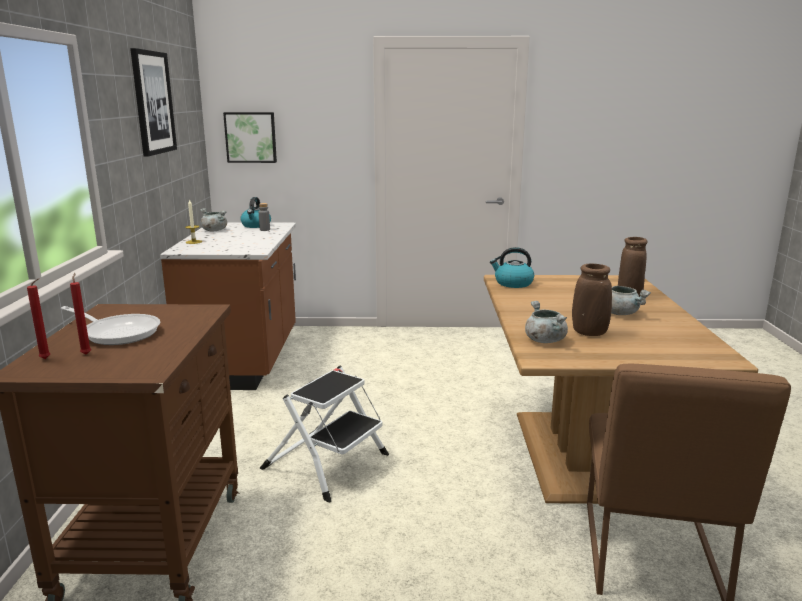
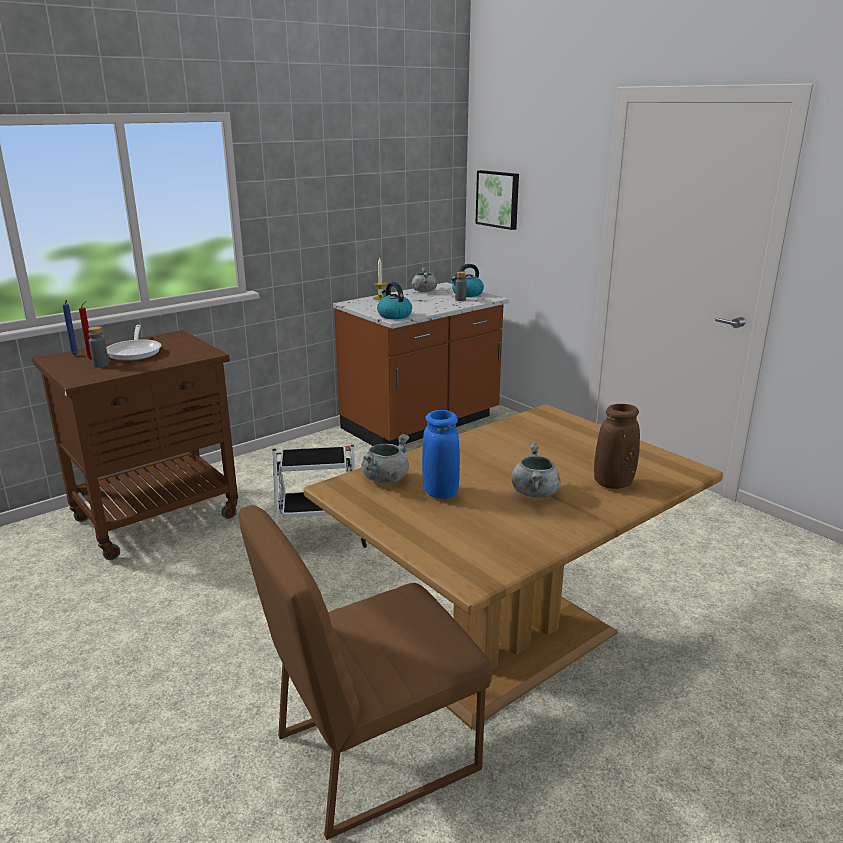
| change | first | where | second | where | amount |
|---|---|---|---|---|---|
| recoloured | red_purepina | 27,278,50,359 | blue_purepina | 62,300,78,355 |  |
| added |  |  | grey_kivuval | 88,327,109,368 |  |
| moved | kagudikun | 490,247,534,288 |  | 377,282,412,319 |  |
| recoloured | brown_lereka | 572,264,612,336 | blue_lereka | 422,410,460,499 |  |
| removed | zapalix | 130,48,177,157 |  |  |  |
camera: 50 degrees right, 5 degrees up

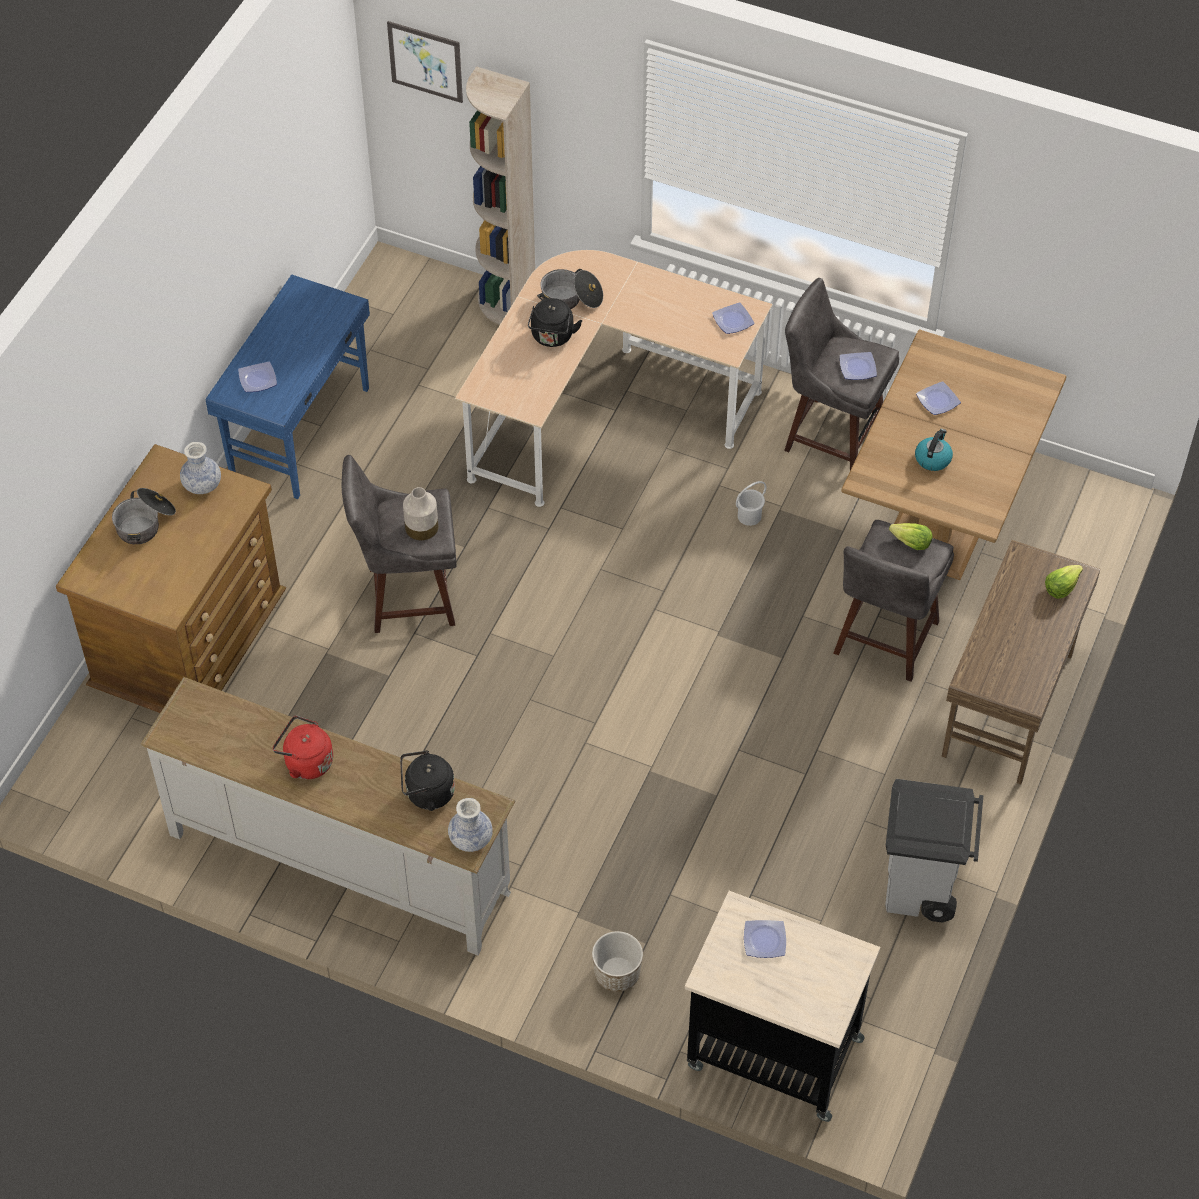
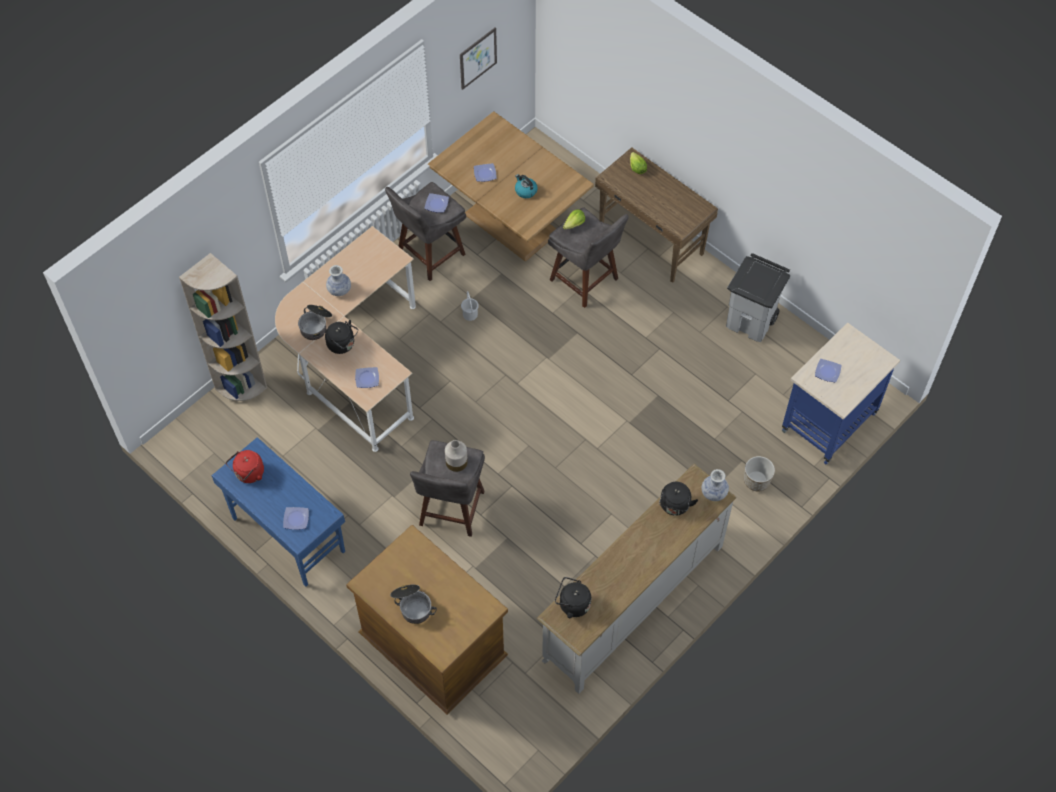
| change | first | where | second | where | amount |
|---|---|---|---|---|---|
| moved | red_kagudikun | 273,716,333,779 |  | 226,450,264,483 |  |
| moved | lereka | 180,442,221,494 |  | 326,265,351,296 |  |
| moved | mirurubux | 712,302,754,334 |  | 355,367,379,388 |  |
| moved | zapalix | 387,21,463,103 |  | 460,27,497,90 |  |
| added |  |  | black_kagudikun | 555,577,591,618 |  |
| recoloured | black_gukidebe | 685,891,880,1122 | blue_gukidebe | 781,322,900,465 |  |
camera: 70 degrees left, 5 degrees up

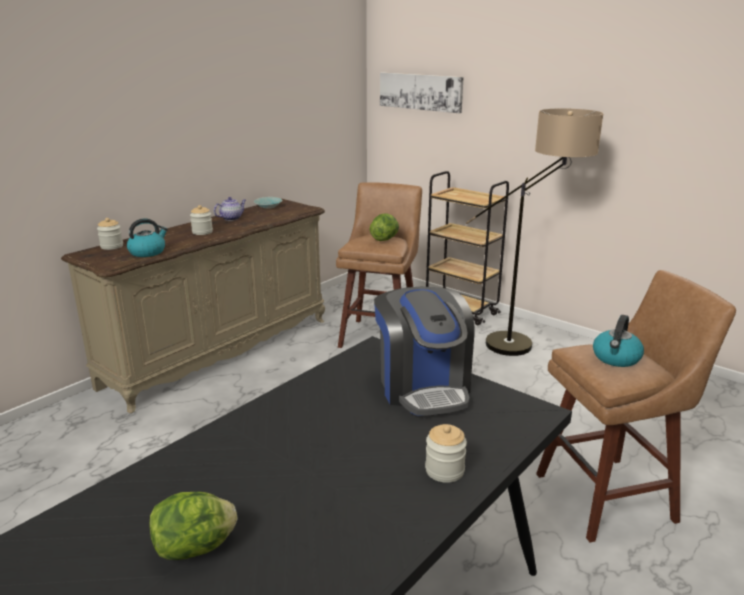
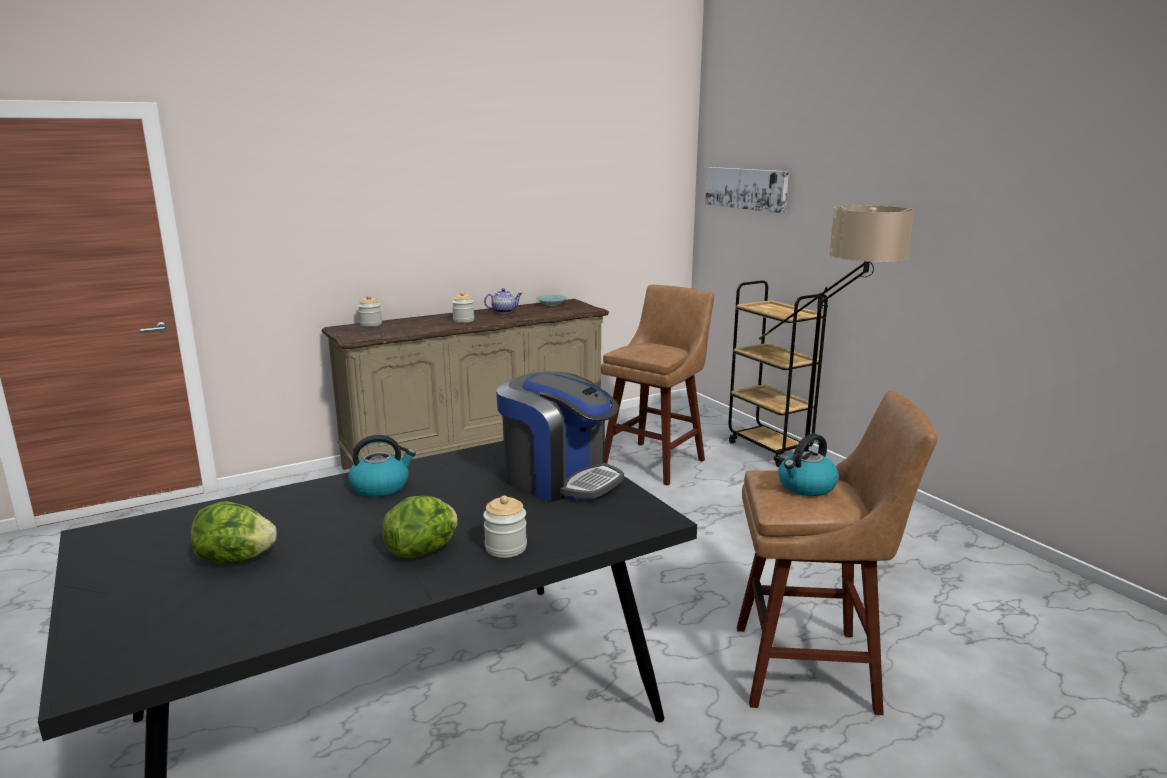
| change | first | where | second | where | amount |
|---|---|---|---|---|---|
| moved | kagudikun | 127,218,168,257 |  | 348,435,416,497 |  |
| moved | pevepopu | 370,213,399,241 |  | 382,496,458,558 |  |
| turned | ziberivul | 374,287,474,416 |  | 496,371,624,502 | 60 degrees counterclockwise |
camera: 20 degrees right, 5 degrees down

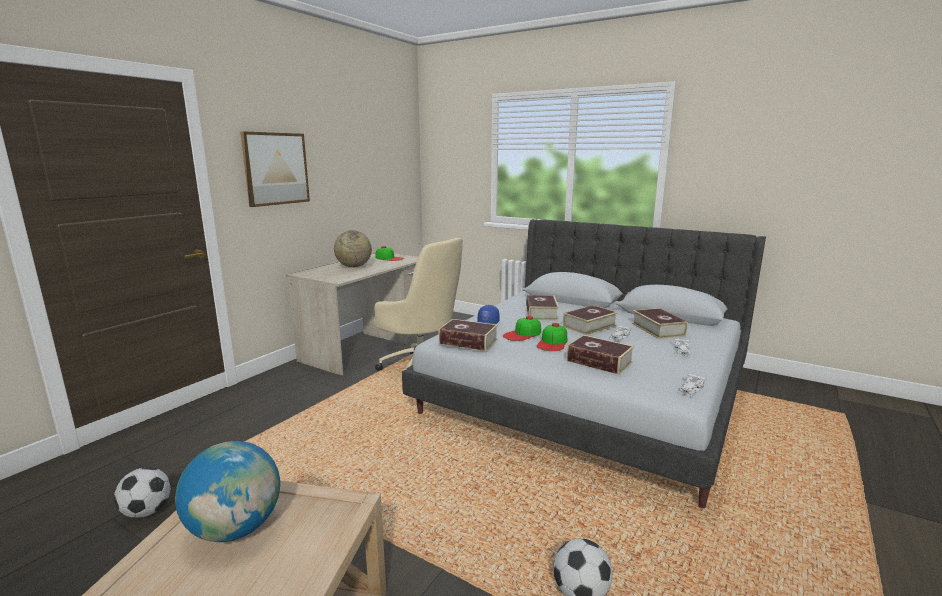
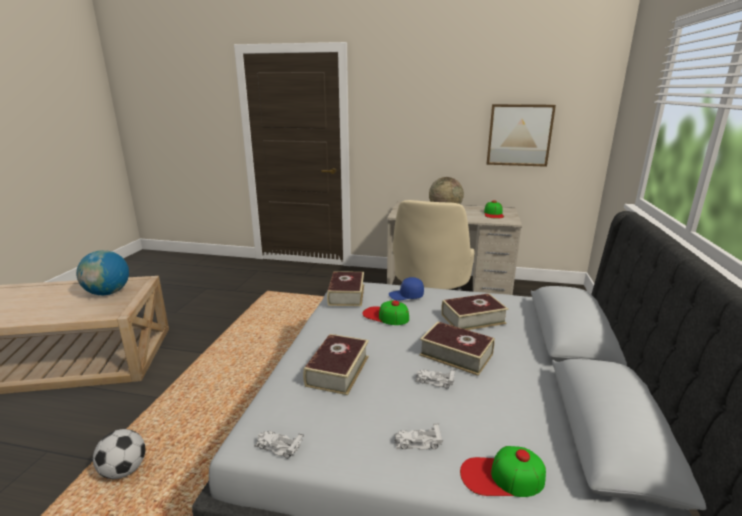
| change | first | where | second | where | amount |
|---|---|---|---|---|---|
| moved | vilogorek | 537,323,567,351 |  | 460,446,546,497 |  |
| moved | zapalix | 240,131,310,207 |  | 487,104,556,167 |  |
| removed | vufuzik | 114,467,171,518 |  |  |  |
| removed | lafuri | 632,308,688,339 |  |  |  |
camera: 70 degrees right, 5 degrees up

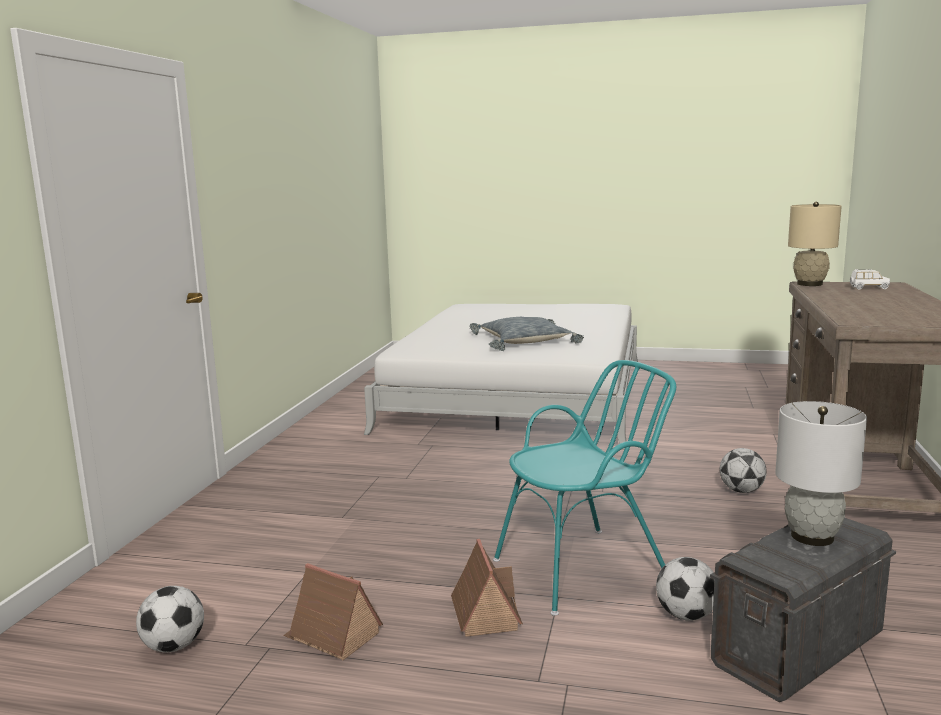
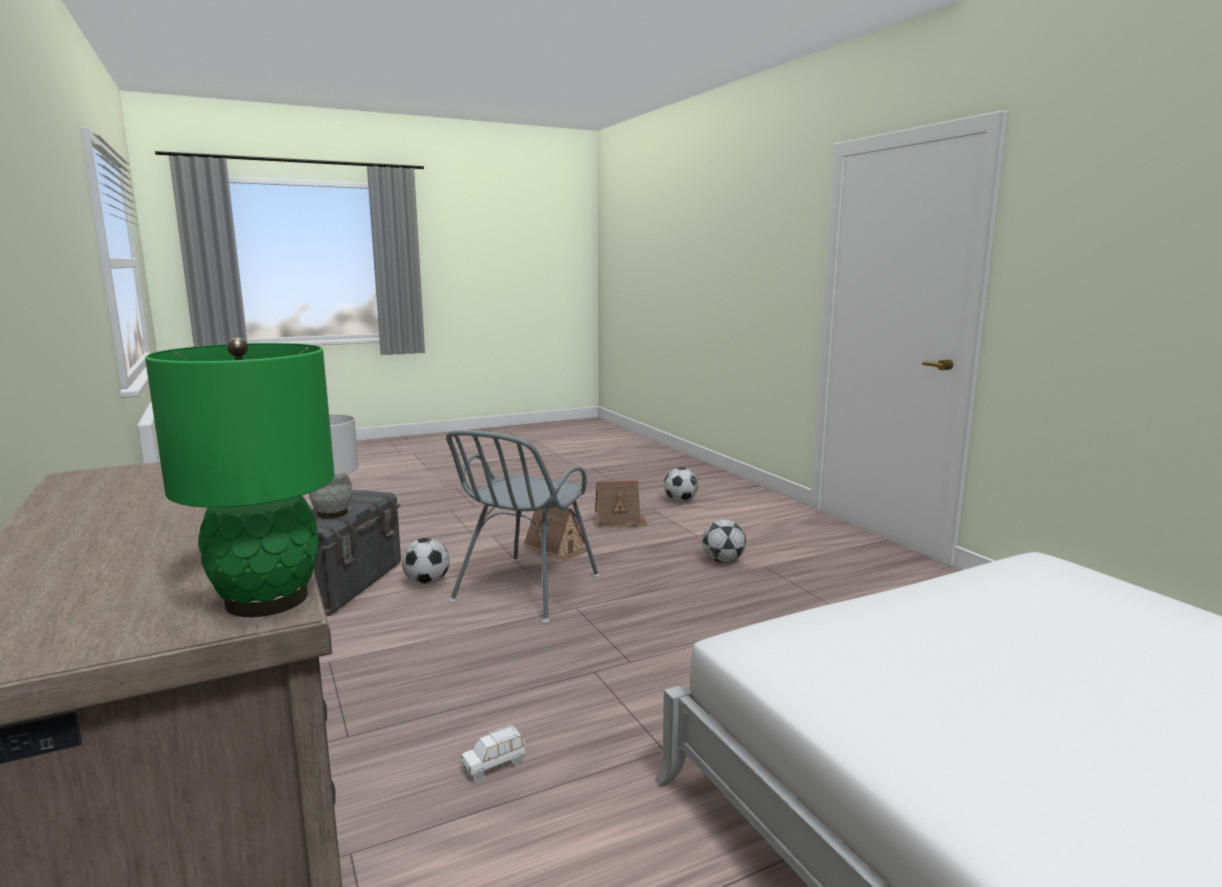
| change | first | where | second | where | amount |
|---|---|---|---|---|---|
| recoloured | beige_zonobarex | 788,202,842,286 | green_zonobarex | 145,338,334,617 |  |
| recoloured | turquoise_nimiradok | 493,360,676,616 | grey_nimiradok | 446,430,599,623 |  |
| moved | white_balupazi | 850,269,890,289 |  | 462,725,525,782 |  |
| moved | vufuzik | 720,448,766,493 |  | 702,520,746,563 |  |
| removed | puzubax | 470,317,584,351 |  |  |  |
camera: 140 degrees right, 0 degrees up

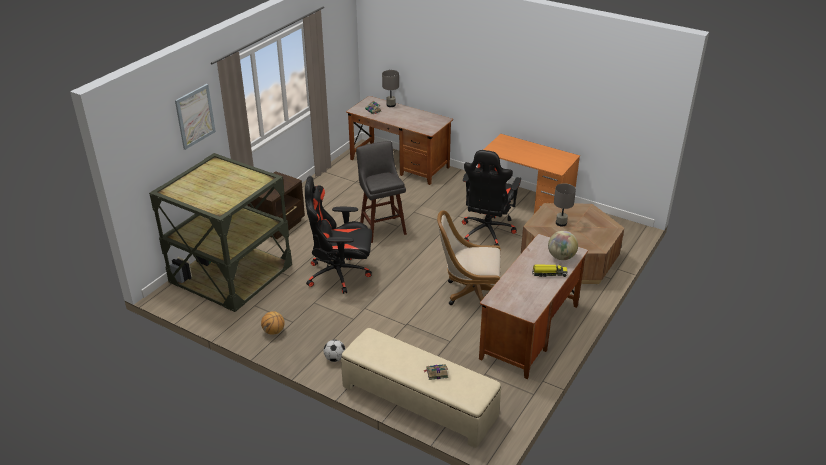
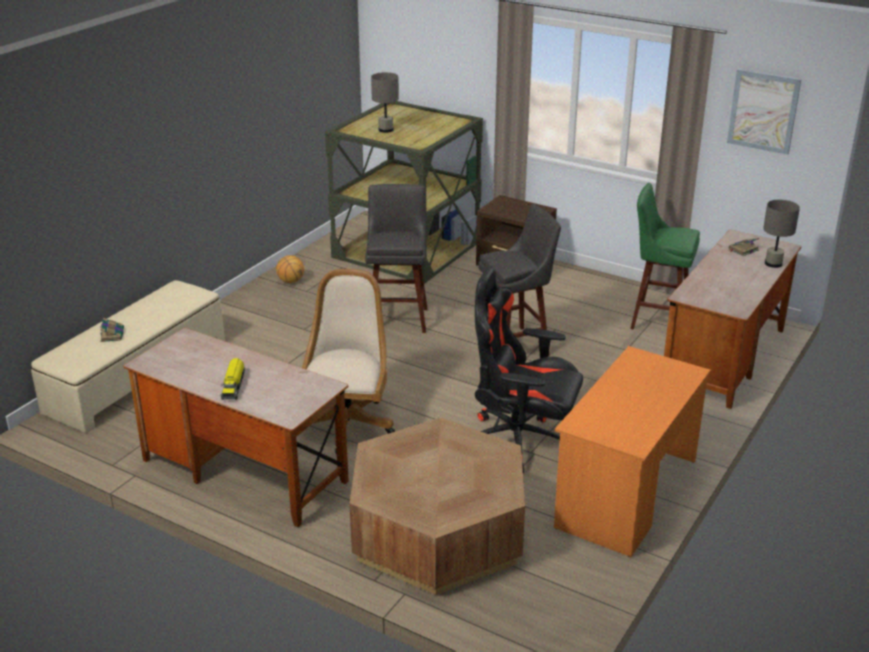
| change | first | where | second | where | amount |
|---|---|---|---|---|---|
| replaced | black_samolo | 305,176,372,294 | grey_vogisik | 365,184,428,333 |  |
| moved | grey_zonobarex | 554,183,576,227 |  | 371,72,399,133 |  |
| added |  |  | green_vogisik | 630,183,700,329 |  |
| moved | zapalix | 175,84,216,150 |  | 727,69,801,155 |  |
| removed | vufuzik | 324,340,345,362 |  |  |  |
| removed | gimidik | 548,231,578,260 |  |  |  |
camera: 90 degrees right, 5 degrees down

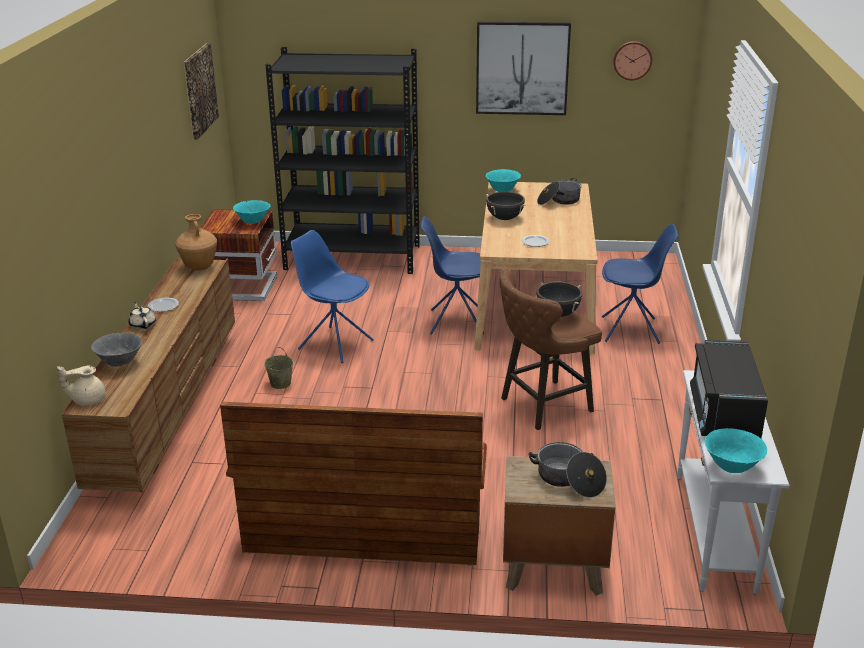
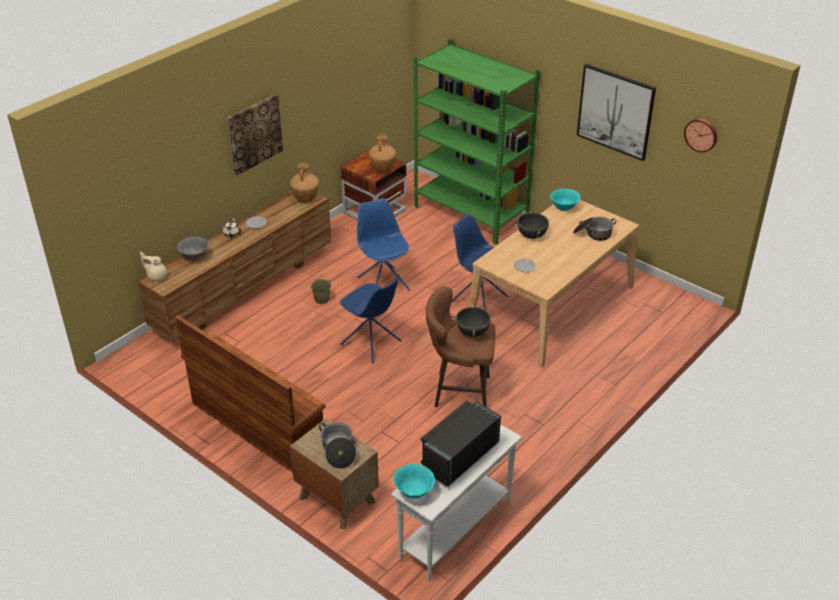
| change | first | where | second | where | amount |
|---|---|---|---|---|---|
| moved | zapalix | 184,43,219,140 |  | 227,94,283,175 |  |
| moved | blue_nimiradok | 602,224,679,344 |  | 340,276,402,363 |  |
| replaced | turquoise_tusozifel | 233,200,270,224 | brown_lereka | 368,134,396,173 |  |
| recoloured | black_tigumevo | 266,47,420,274 | green_tigumevo | 414,39,540,245 |  |
camera: 35 degrees right, 10 degrees up

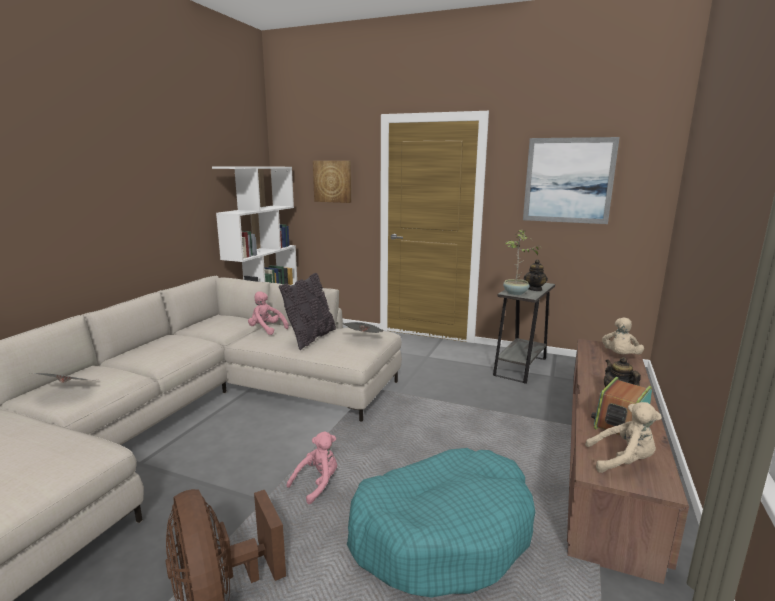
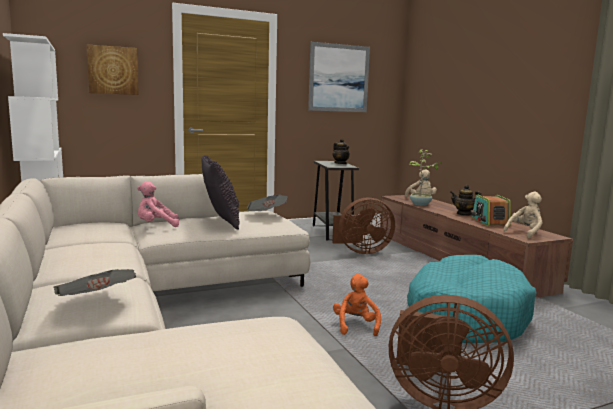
| change | first | where | second | where | amount |
|---|---|---|---|---|---|
| added |  |  | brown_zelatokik | 332,197,395,254 |  |
| recoloured | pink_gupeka | 286,431,337,504 | orange_gupeka | 333,274,381,336 |  |
| moved | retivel | 503,230,538,295 |  | 410,150,442,206 |  |
camera: 45 degrees left, 5 degrees down

